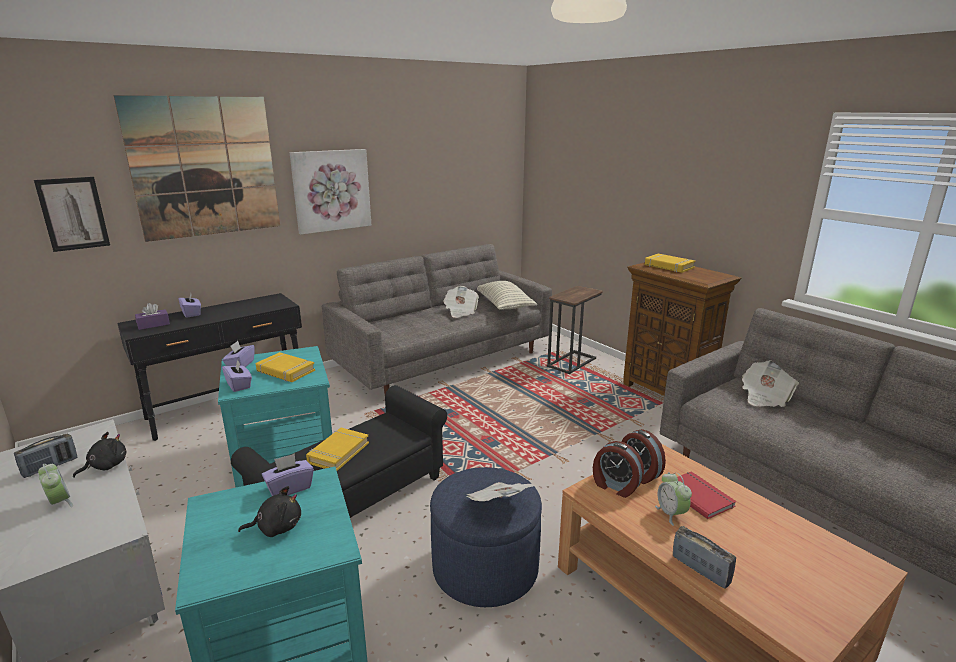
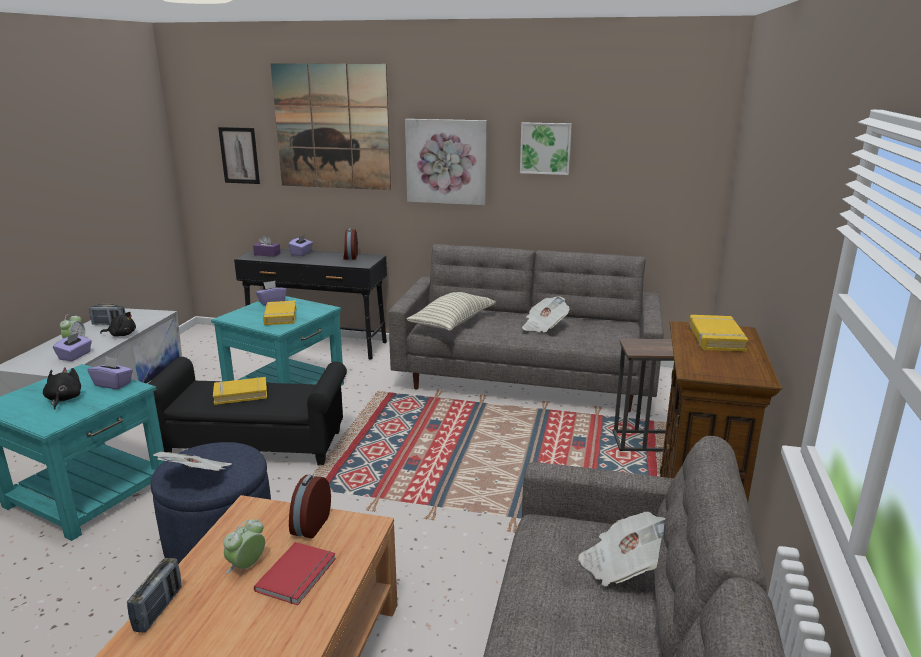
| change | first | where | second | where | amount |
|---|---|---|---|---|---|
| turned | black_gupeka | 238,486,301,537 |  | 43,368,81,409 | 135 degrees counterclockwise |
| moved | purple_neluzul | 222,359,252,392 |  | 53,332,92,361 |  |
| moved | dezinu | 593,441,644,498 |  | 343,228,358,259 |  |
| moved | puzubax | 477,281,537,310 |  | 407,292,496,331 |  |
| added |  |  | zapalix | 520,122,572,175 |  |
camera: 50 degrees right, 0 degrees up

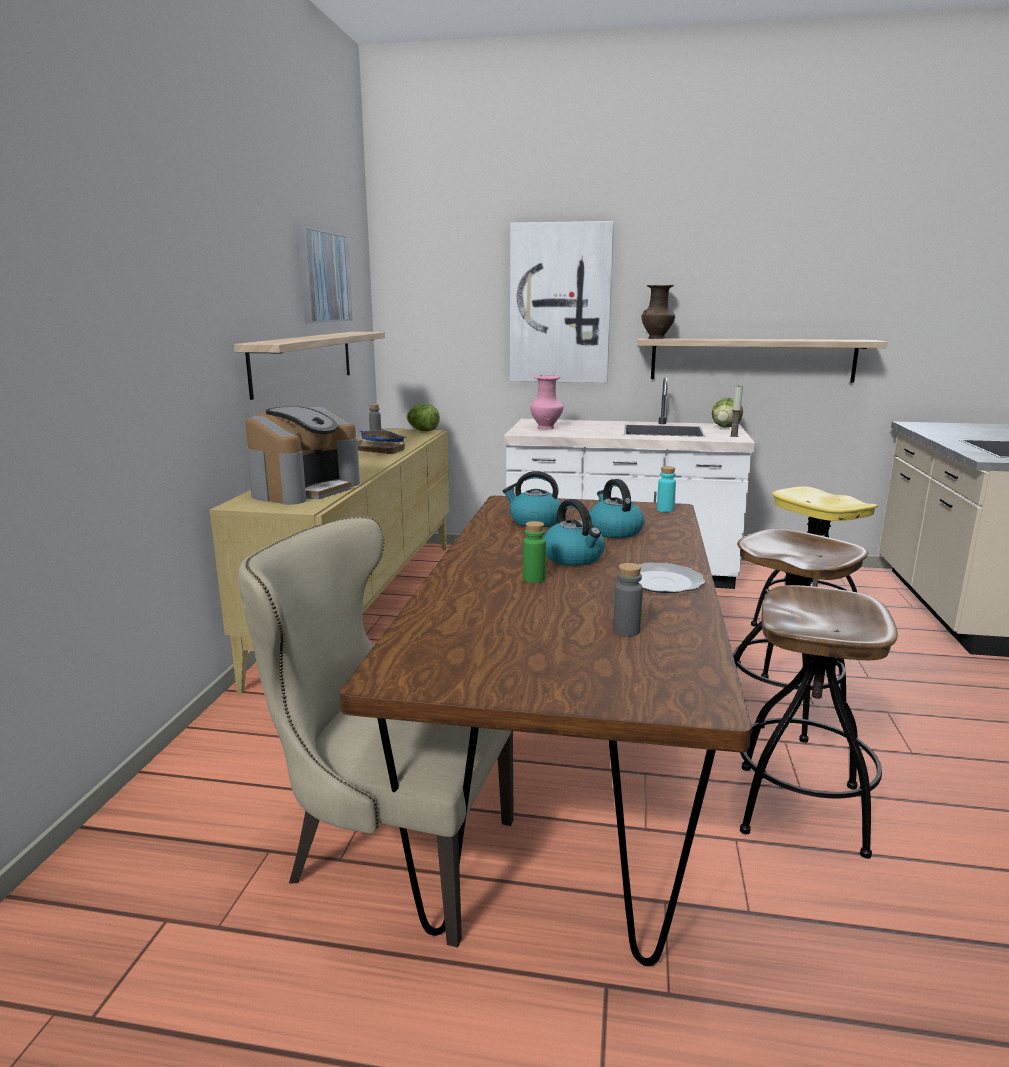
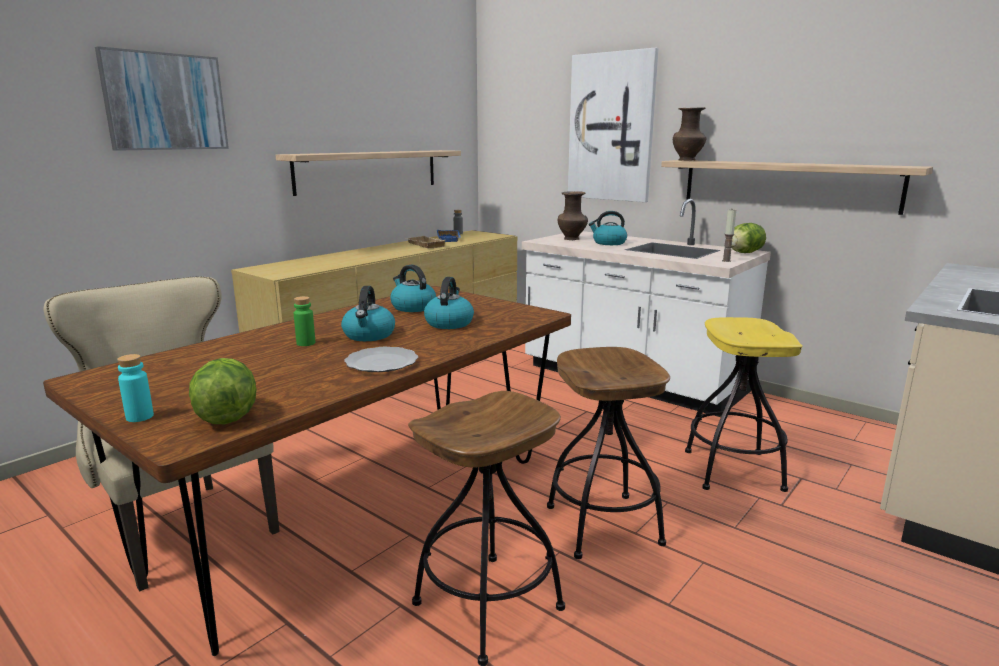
| change | first | where | second | where | amount |
|---|---|---|---|---|---|
| moved | zapalix | 298,226,352,323 |  | 95,46,229,151 |  |
| moved | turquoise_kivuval | 657,466,676,513 |  | 117,354,154,422 |  |
| moved | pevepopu | 407,404,440,431 |  | 189,358,257,424 |  |
| recoloured | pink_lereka | 530,375,564,429 | brown_lereka | 558,191,588,240 |  |
| added |  |  | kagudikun | 589,211,627,245 |  |
| removed | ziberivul | 245,406,360,505 |  |  |  |
| removed | grey_kivuval | 613,563,643,636 |  |  |  |
camera: 30 degrees right, 0 degrees up

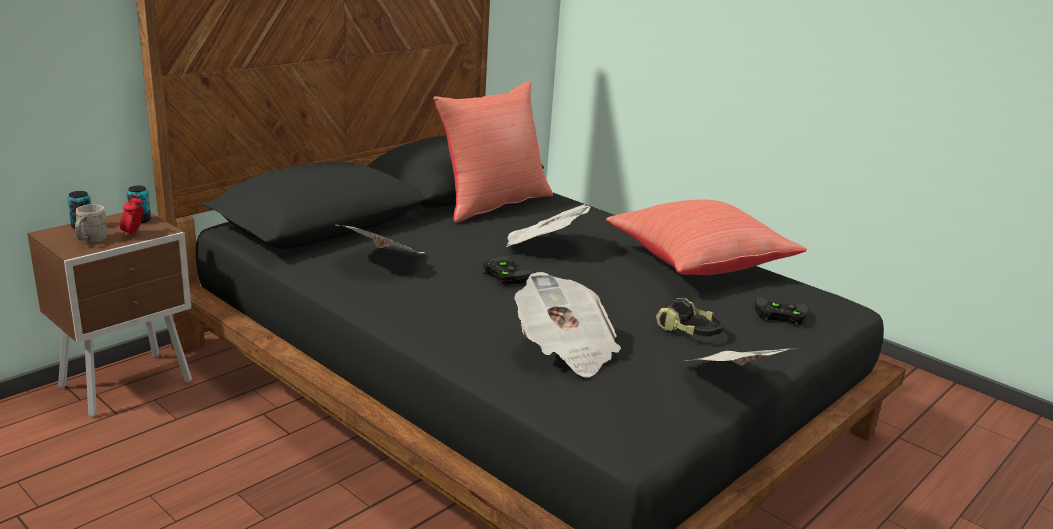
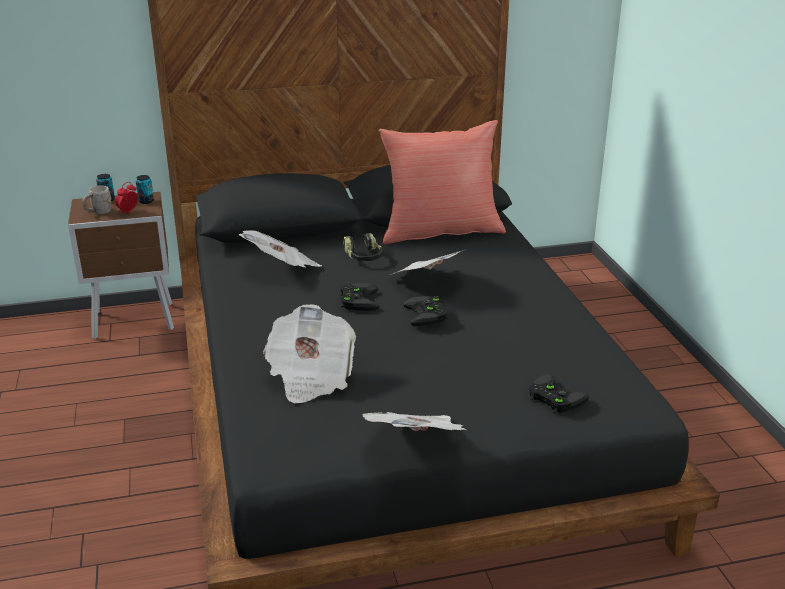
| change | first | where | second | where | amount |
|---|---|---|---|---|---|
| moved | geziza | 656,298,724,337 |  | 343,233,382,261 |  |
| added |  |  | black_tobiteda | 403,296,448,326 |  |
| removed | red_puzubax | 606,200,807,275 |  |  |  |
camera: 35 degrees right, 5 degrees up

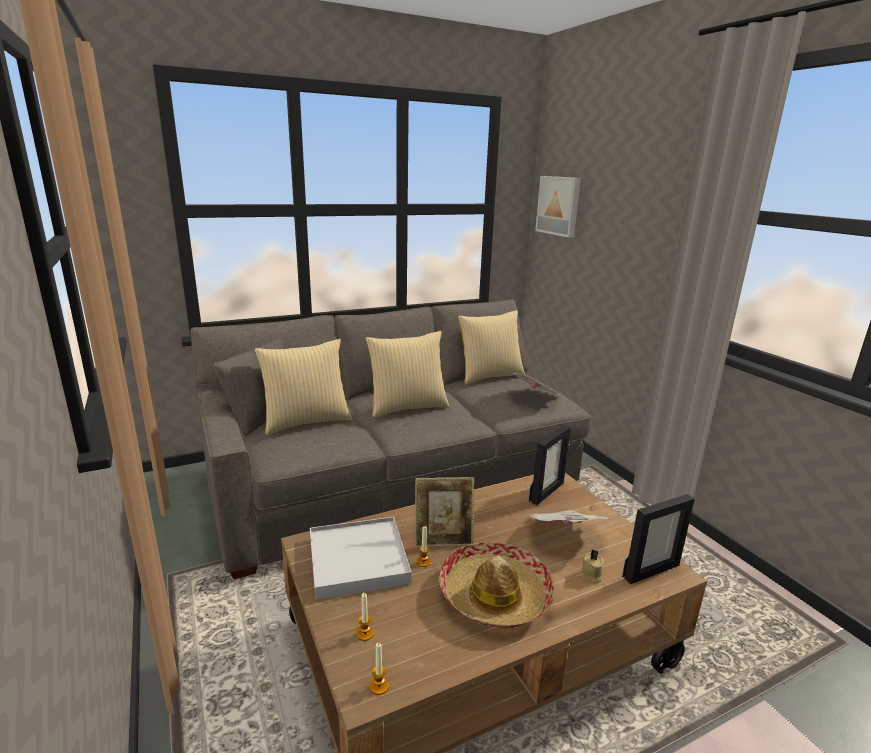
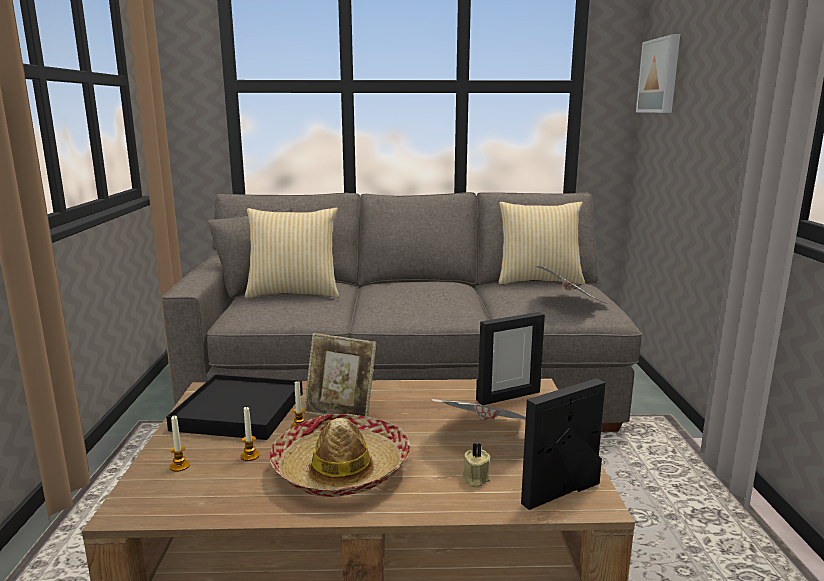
| change | first | where | second | where | amount |
|---|---|---|---|---|---|
| recoloured | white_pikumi | 310,517,412,599 | black_pikumi | 166,374,303,440 |  |
| moved | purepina | 369,643,389,695 |  | 241,407,260,461 |  |
| turned | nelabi | 622,494,695,584 |  | 521,378,606,510 | 150 degrees clockwise |
| removed | puzubax | 366,331,450,418 |  |  |  |
camera: 25 degrees right, 5 degrees down

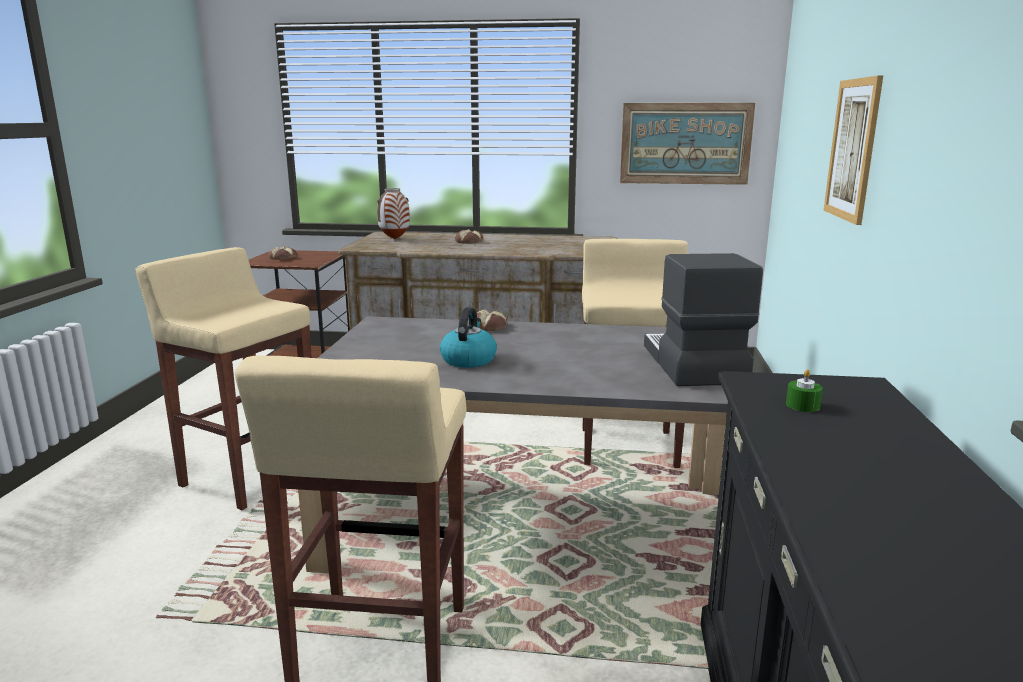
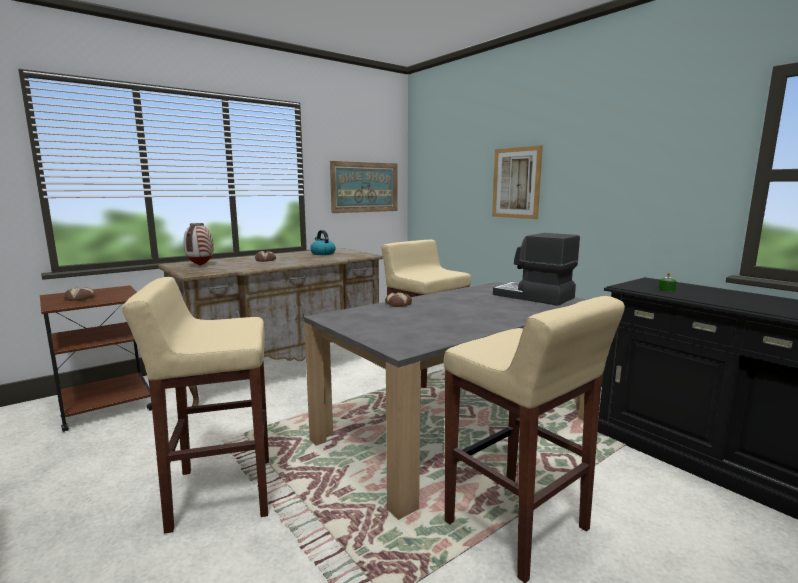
| change | first | where | second | where | amount |
|---|---|---|---|---|---|
| moved | kagudikun | 440,307,497,368 |  | 310,230,336,255 |  |
camera: 45 degrees left, 5 degrees down

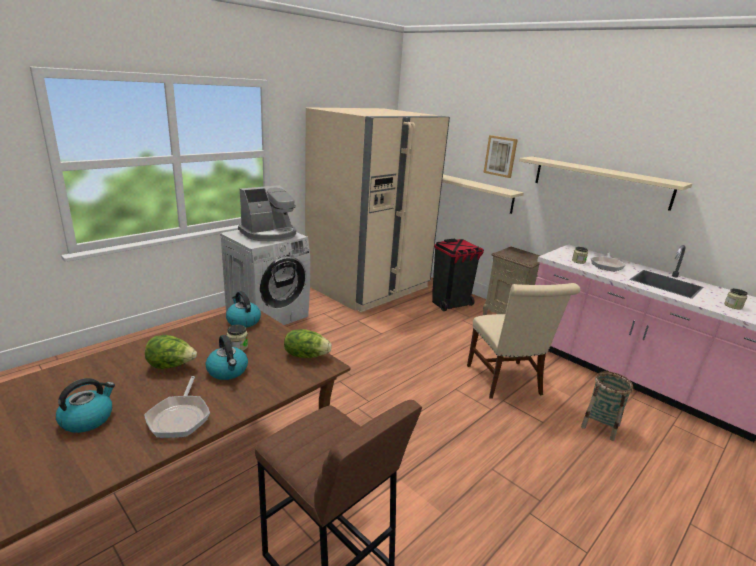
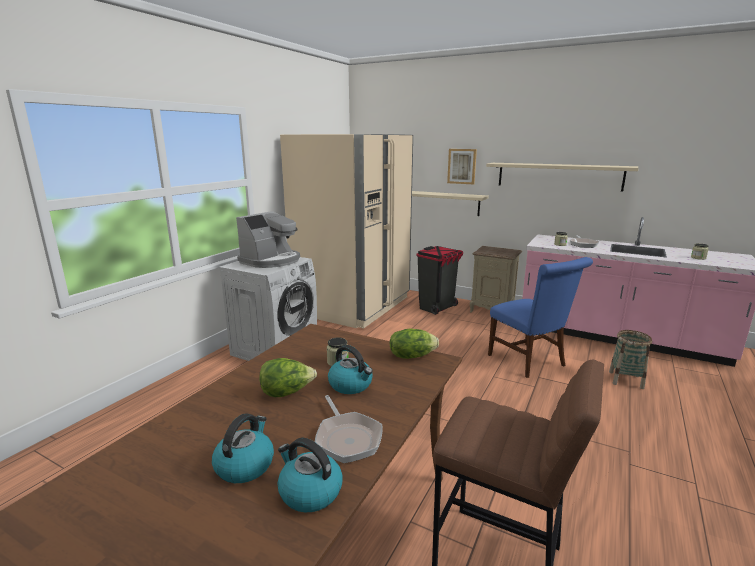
| change | first | where | second | where | amount |
|---|---|---|---|---|---|
| moved | kagudikun | 226,291,261,328 |  | 278,438,343,512 |  |
| recoloured | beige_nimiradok | 467,283,581,399 | blue_nimiradok | 488,257,593,378 |  |
camera: 15 degrees left, 5 degrees down

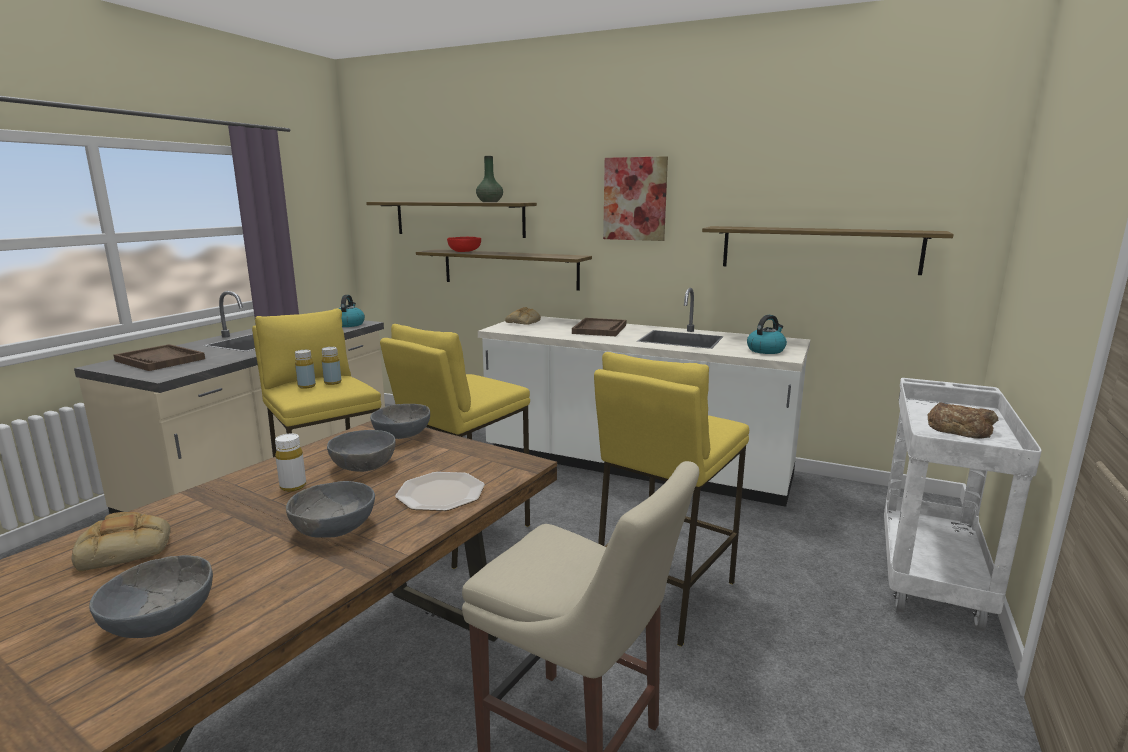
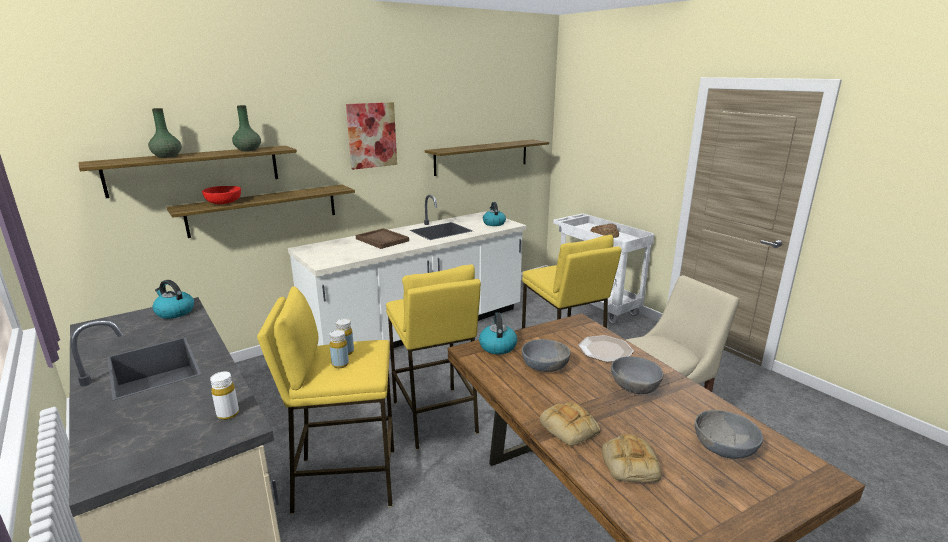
| change | first | where | second | where | amount |
|---|---|---|---|---|---|
| added |  |  | green_lereka | 148,108,181,158 |  |
| moved | white_kivuval | 275,433,306,492 |  | 210,371,239,420 |  |
| replaced | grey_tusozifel | 370,404,430,439 | kagudikun | 479,313,517,355 |  |
| moved | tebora | 505,307,541,325 |  | 540,402,600,446 |  |
| removed | brown_pikumi | 114,344,205,371 |  |  |  |
camera: 60 degrees left, 5 degrees up

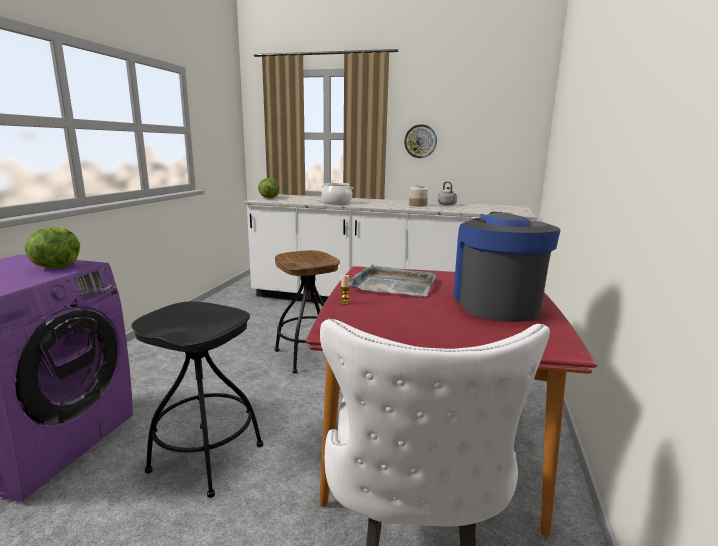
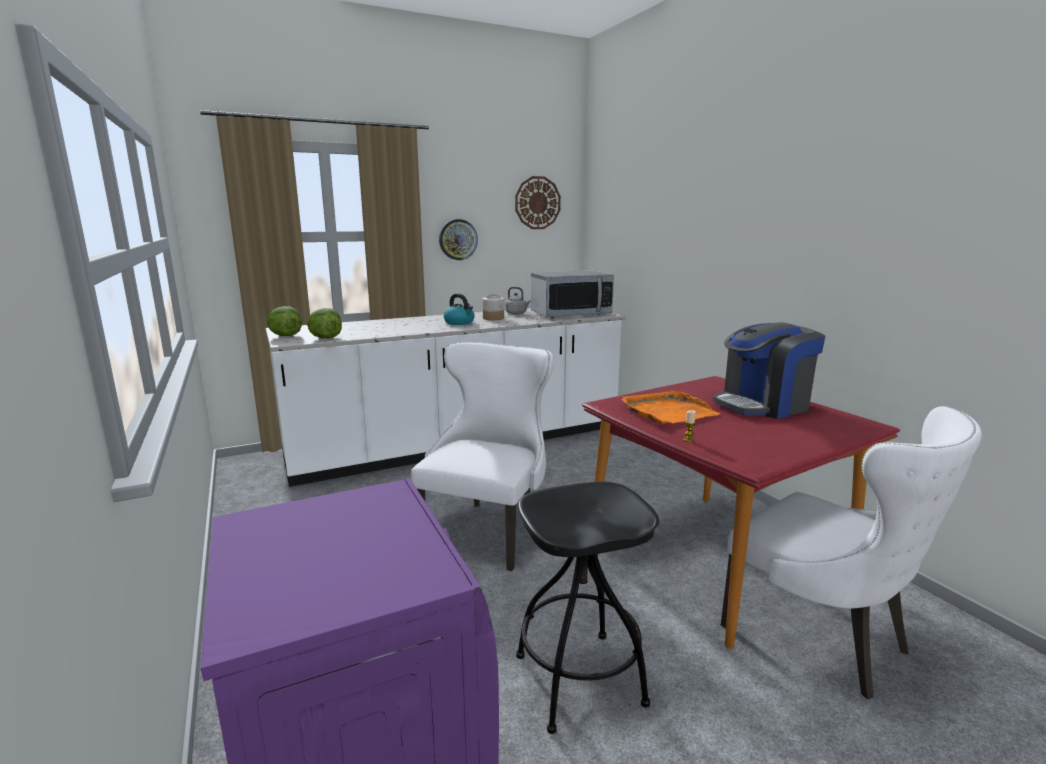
| change | first | where | second | where | amount |
|---|---|---|---|---|---|
| moved | pevepopu | 25,227,80,268 |  | 307,308,342,338 |  |
| replaced | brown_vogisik | 275,250,340,373 | white_nimiradok | 411,342,554,571 |  |
| added |  |  | kagudikun | 444,293,475,325 |  |
| added |  |  | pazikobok | 515,176,561,229 |  |
| added |  |  | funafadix | 531,271,614,318 |  |
| recoloured | grey_pikumi | 349,265,436,297 | orange_pikumi | 621,391,720,424 |  |
| turned | ziberivul | 453,212,561,322 |  | 713,322,826,419 | 75 degrees counterclockwise |
| removed | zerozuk | 321,183,353,204 |  |  |  |
camera: 40 degrees left, 0 degrees up

